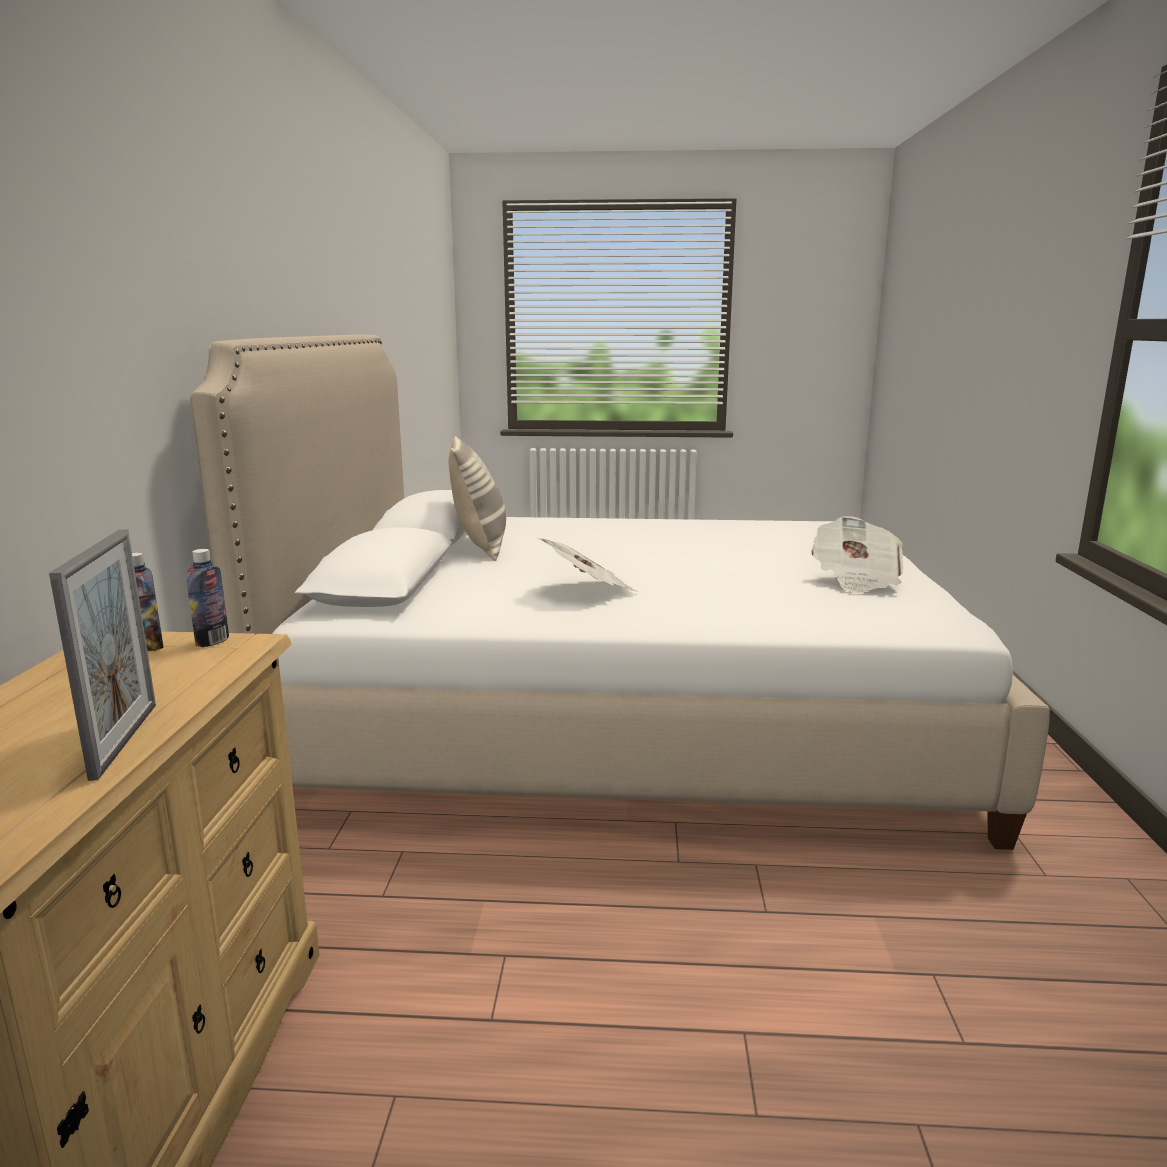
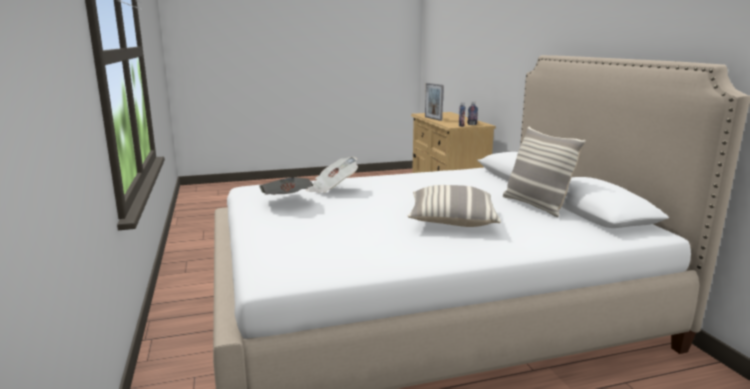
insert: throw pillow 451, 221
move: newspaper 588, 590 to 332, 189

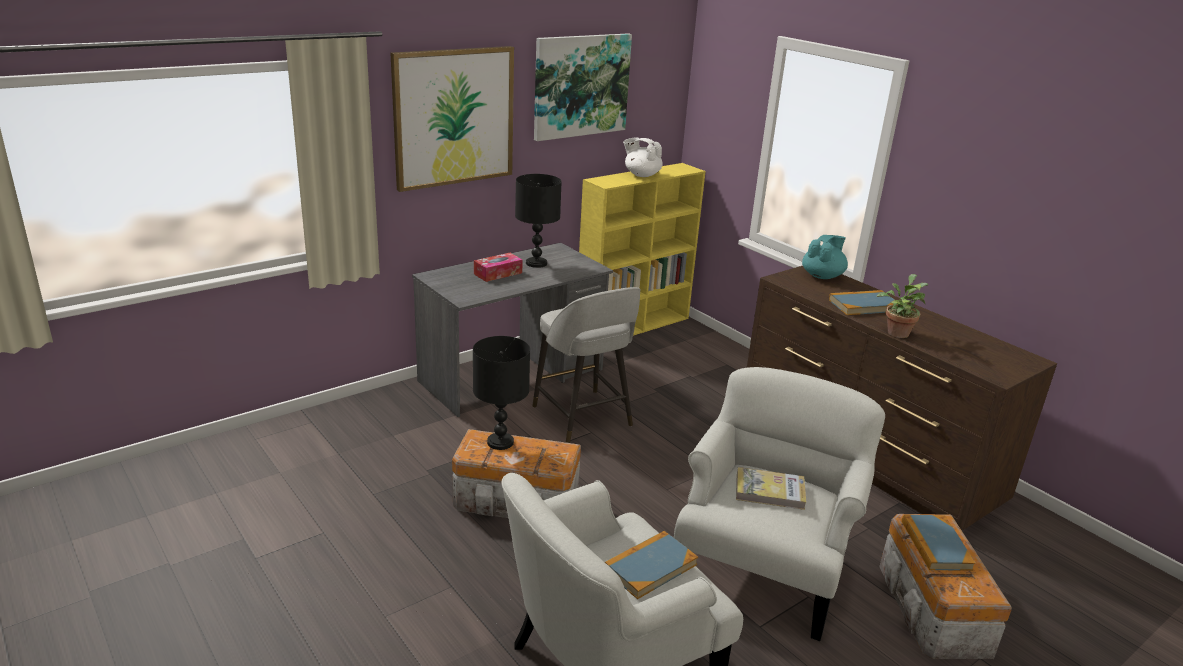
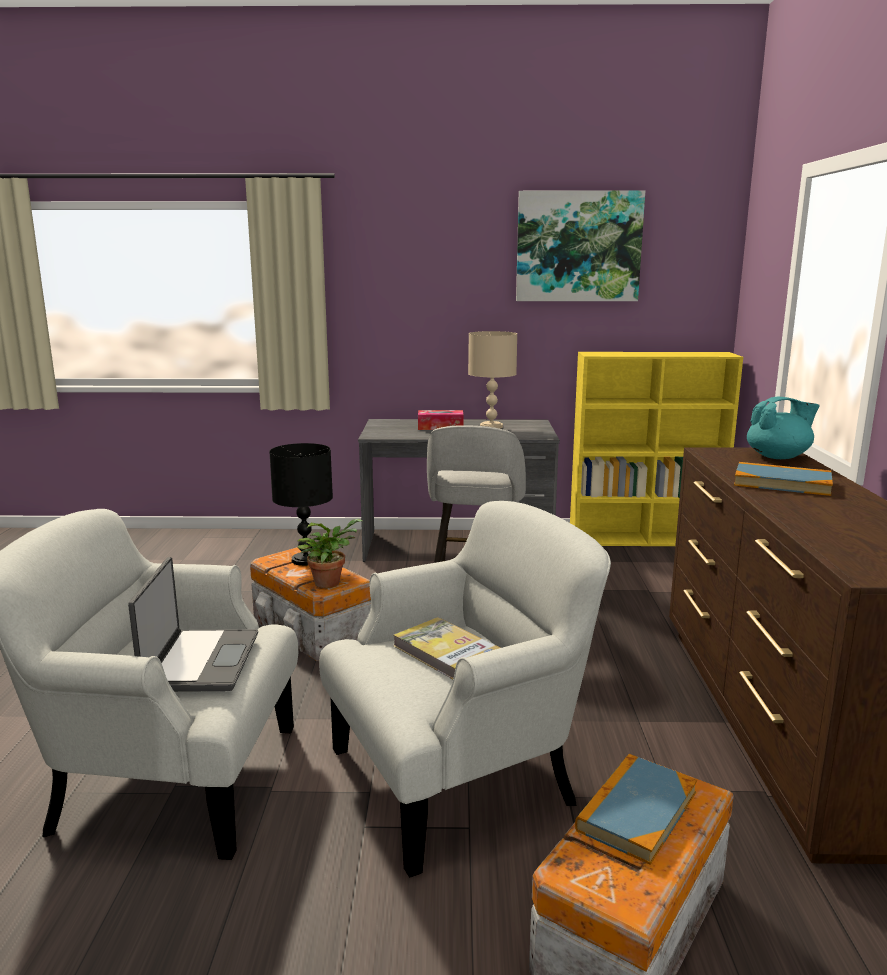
delete: picture 454, 117; pot for tea (white-coloured) 641, 175
move: houseplant 897, 332 to 330, 582
replace: bound book 650, 567 to laptop 200, 662
recolor: lamp for a table (blackish) 536, 263 to lamp for a table (sand-coloured) 491, 426

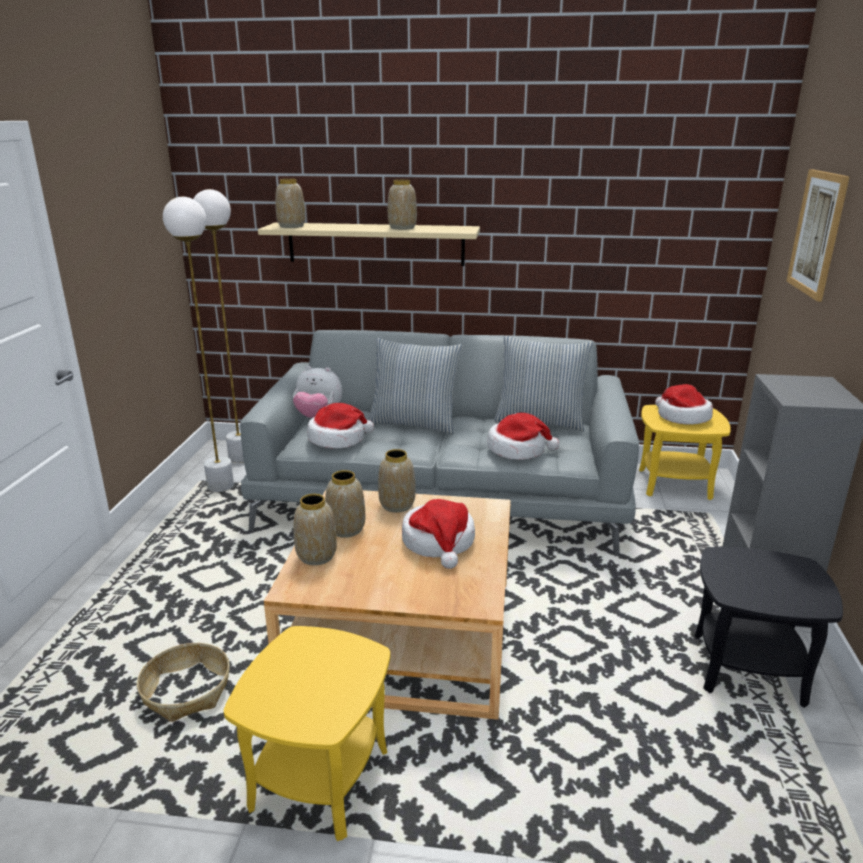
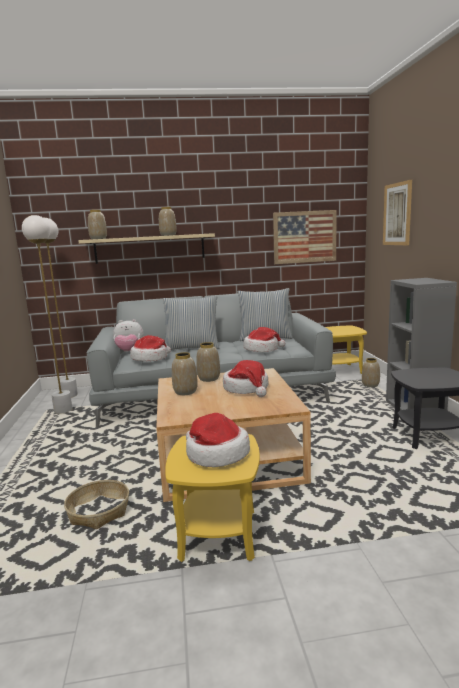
insert: picture 304, 237
move: vase 317, 556 to 370, 385; clothing hat 682, 417 to 216, 454

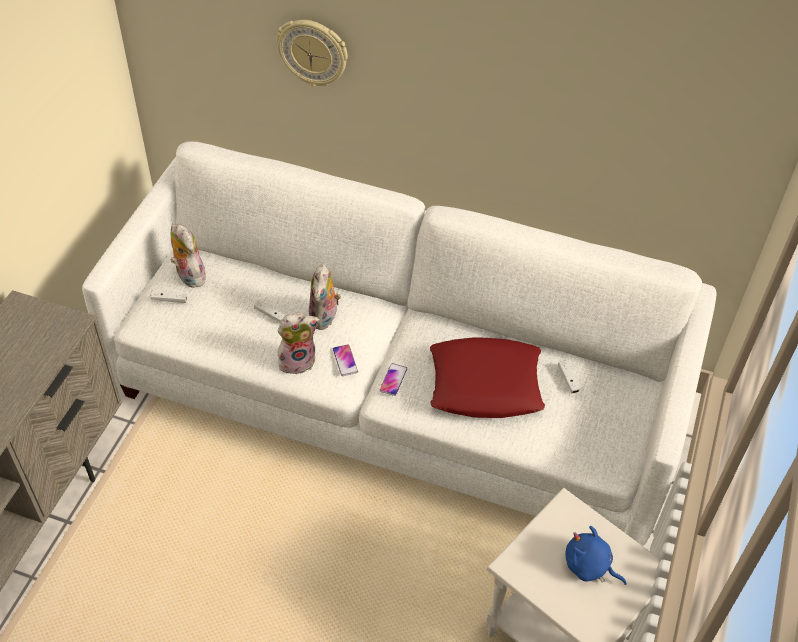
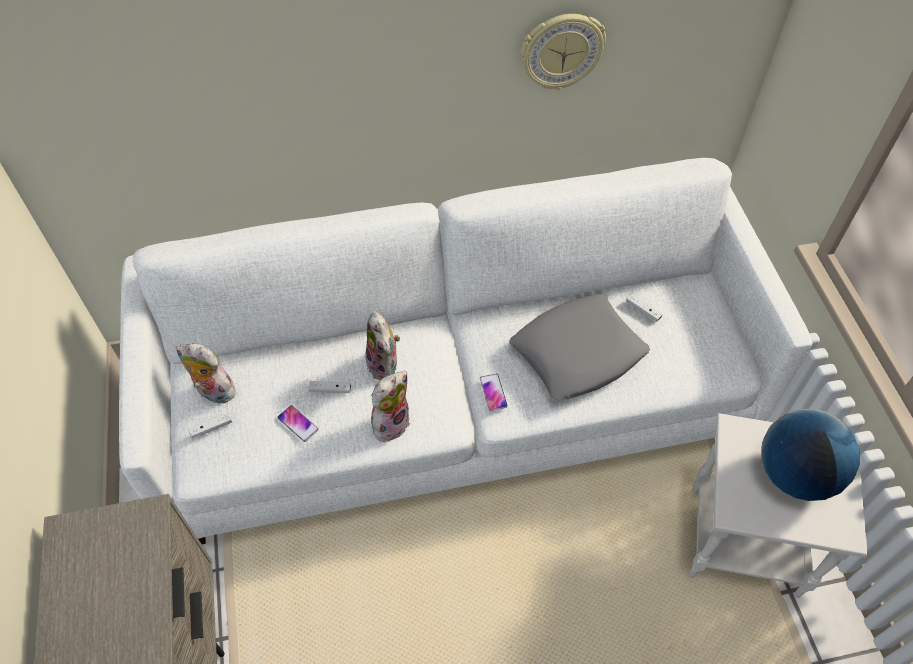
move: wall clock 313, 52 to 561, 51; handset 345, 360 to 298, 424
replace: cuddly toy (blue) 589, 566 to world globe 794, 474
recolor: throw pillow (reddish) 485, 384 to throw pillow (greyish) 578, 352

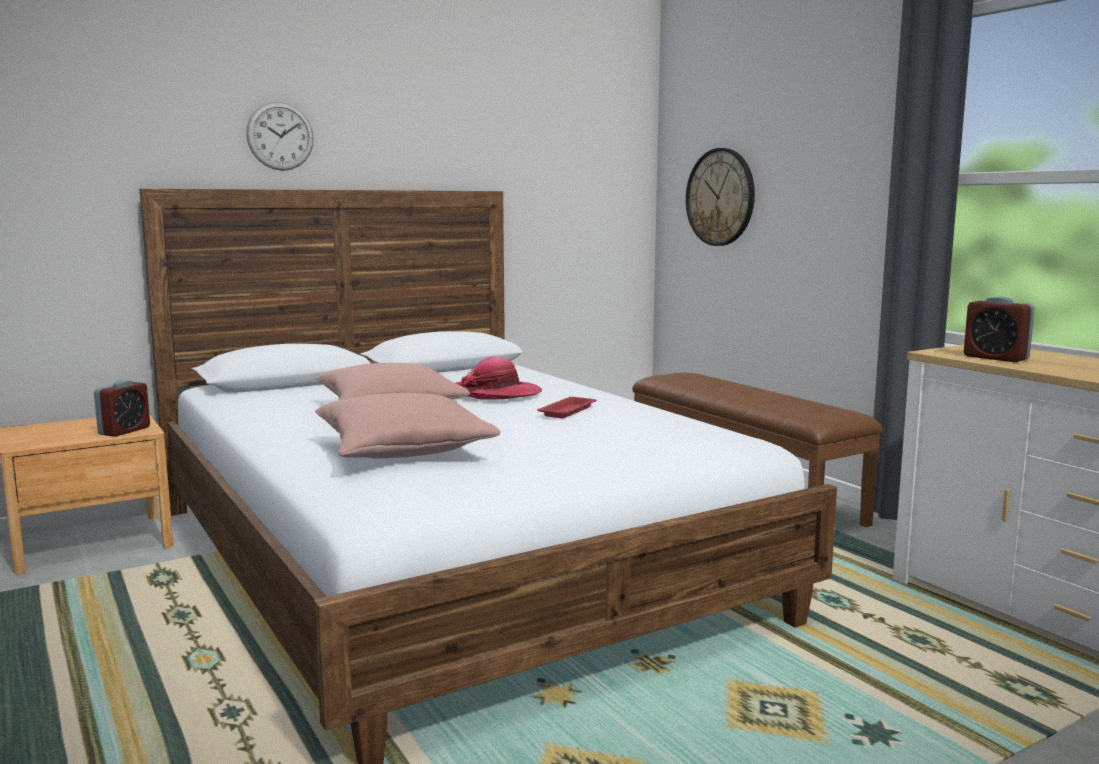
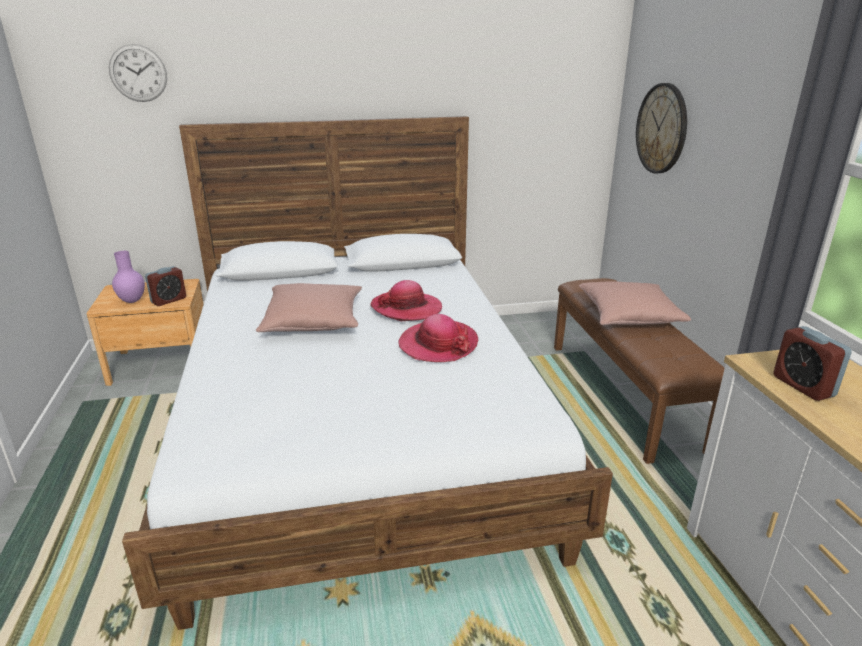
insert: vase (purplish) 132, 301
move: wall clock 280, 136 to 138, 73; throw pillow (pinkish) 404, 450 to 629, 316
replace: tray (reddish) 568, 411 to clothing hat 438, 344

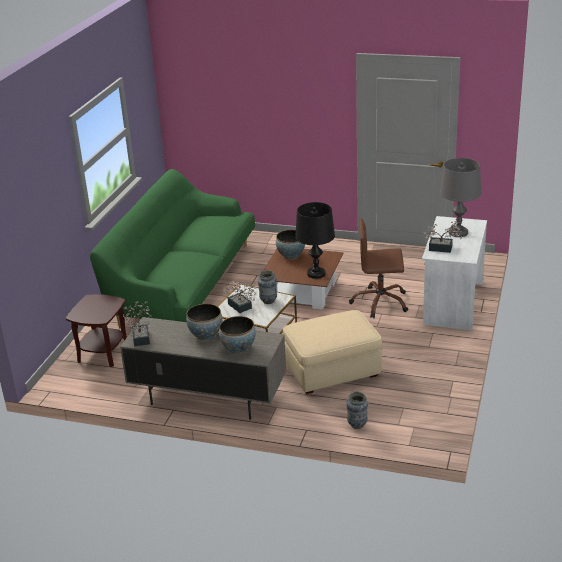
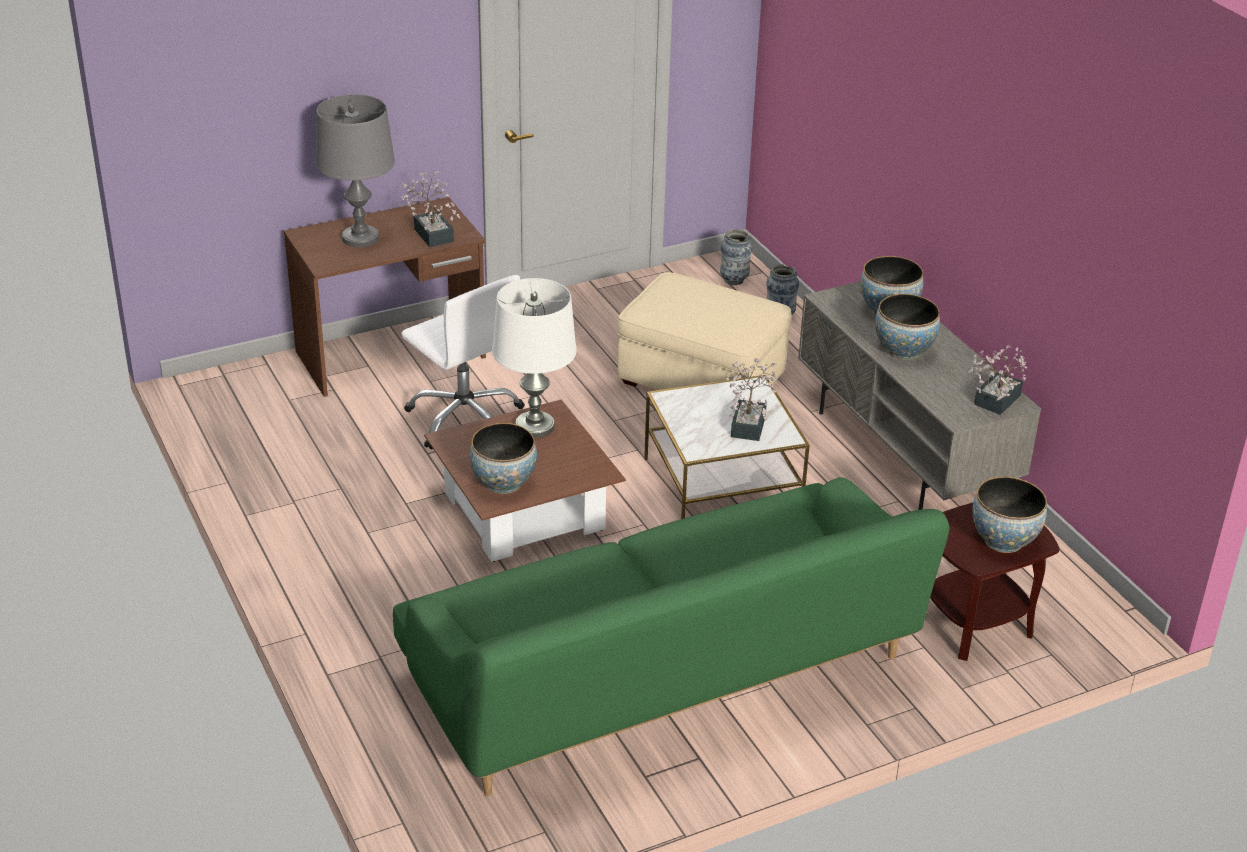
insert: serving bowl 1003, 541
move: vase 268, 301 to 734, 280
recolor: lamp for a table (blackish) 316, 274 to lamp for a table (white-coloured) 535, 426; desk chair (brownish) 380, 302 to desk chair (white-coloured) 465, 419; desk table (white-coloured) 452, 303 to desk table (brownish) 392, 355

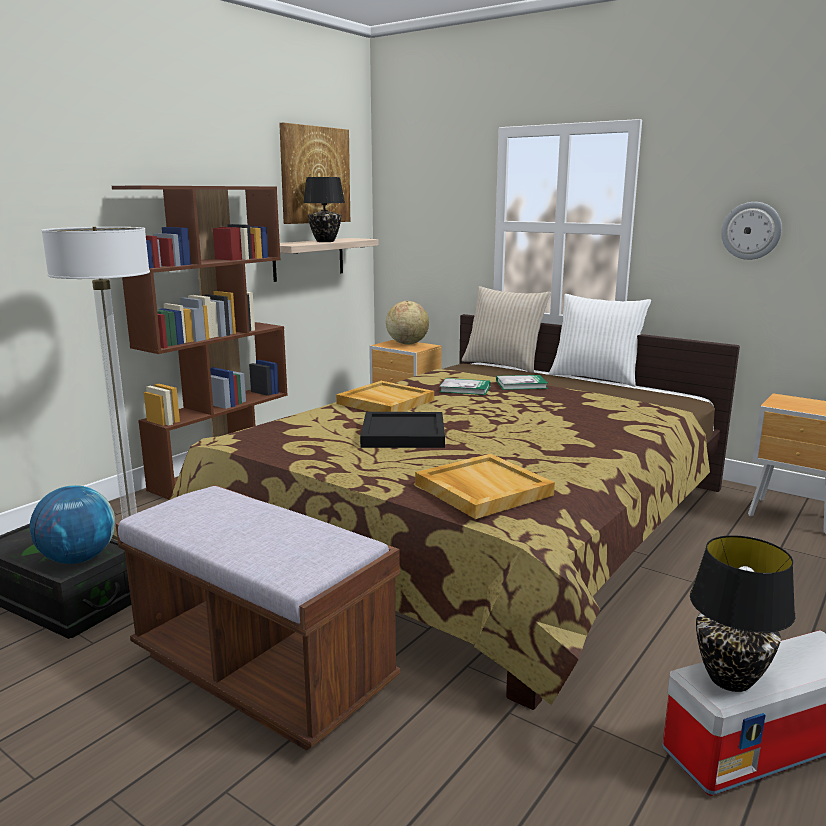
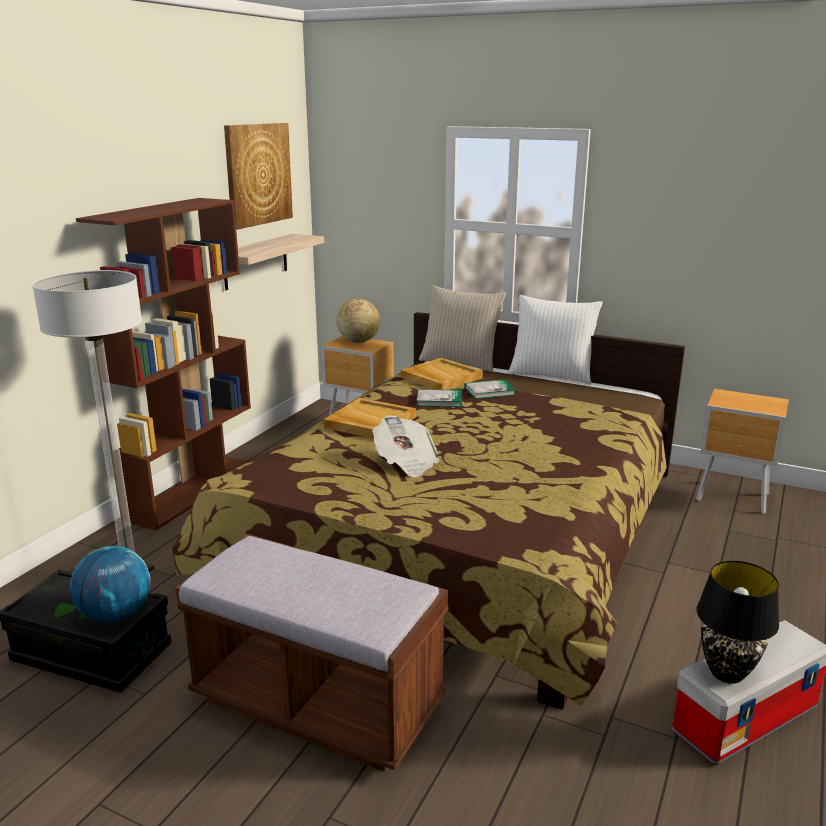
delete: lamp for a table (blackish) 325, 241; wall clock 751, 230
move: tray (sand-coloured) 481, 489 to 440, 377
replace: tray (blackish) 404, 434 to newspaper 406, 462

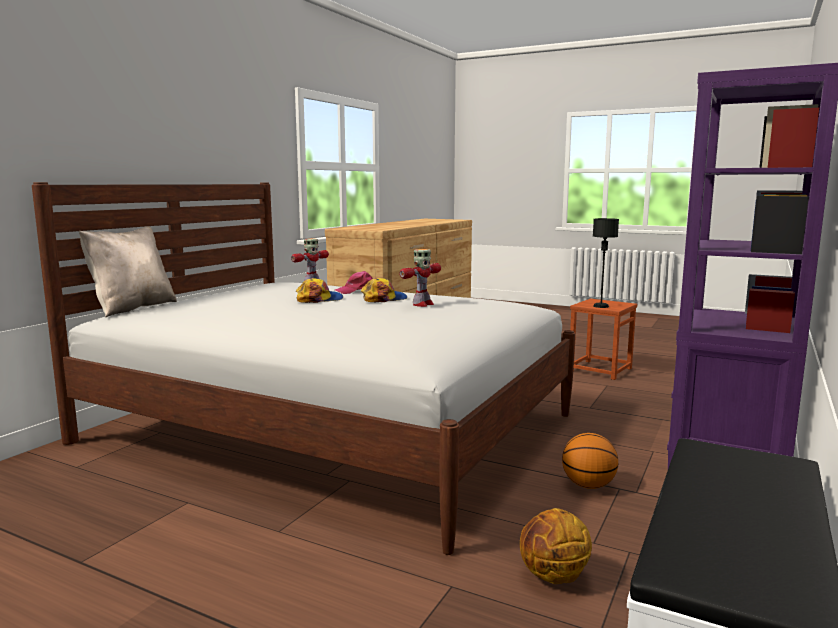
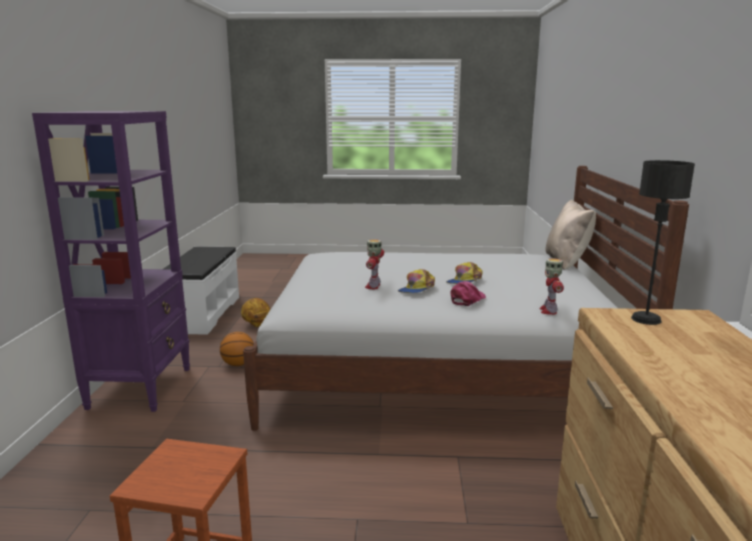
move: lamp for a table (blackish) 600, 306 to 646, 319

